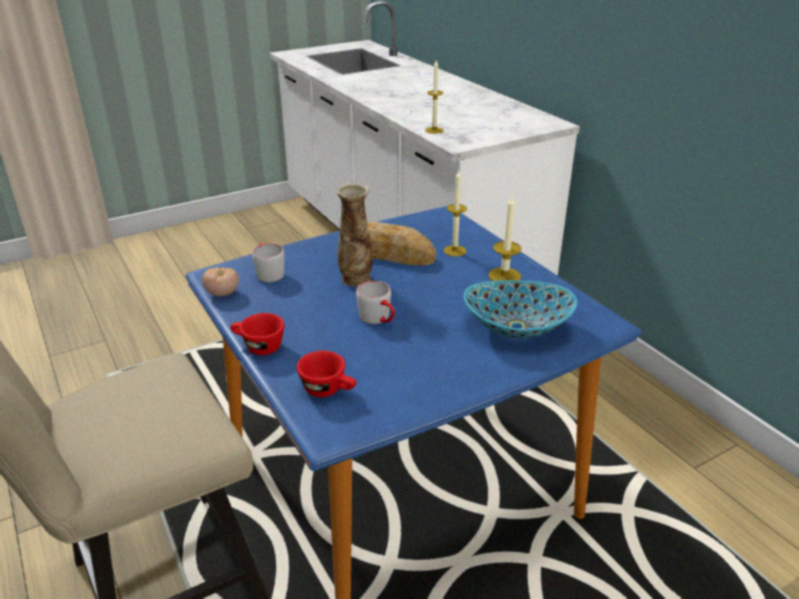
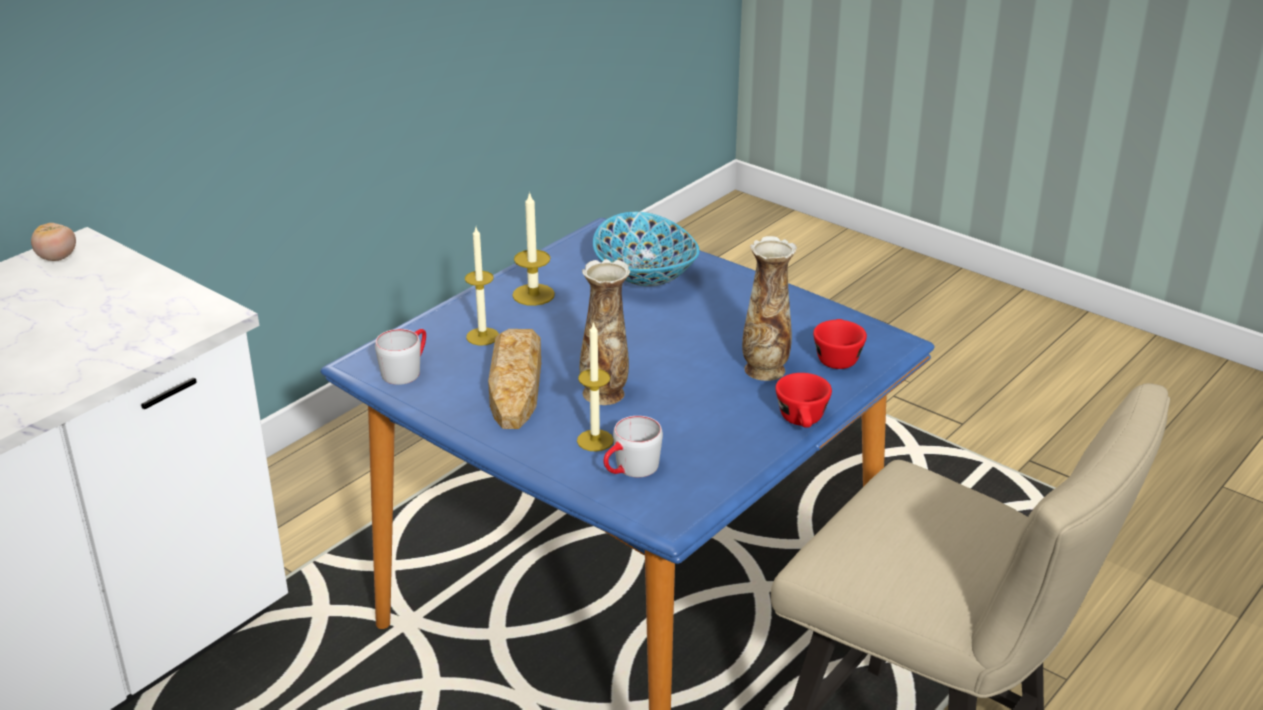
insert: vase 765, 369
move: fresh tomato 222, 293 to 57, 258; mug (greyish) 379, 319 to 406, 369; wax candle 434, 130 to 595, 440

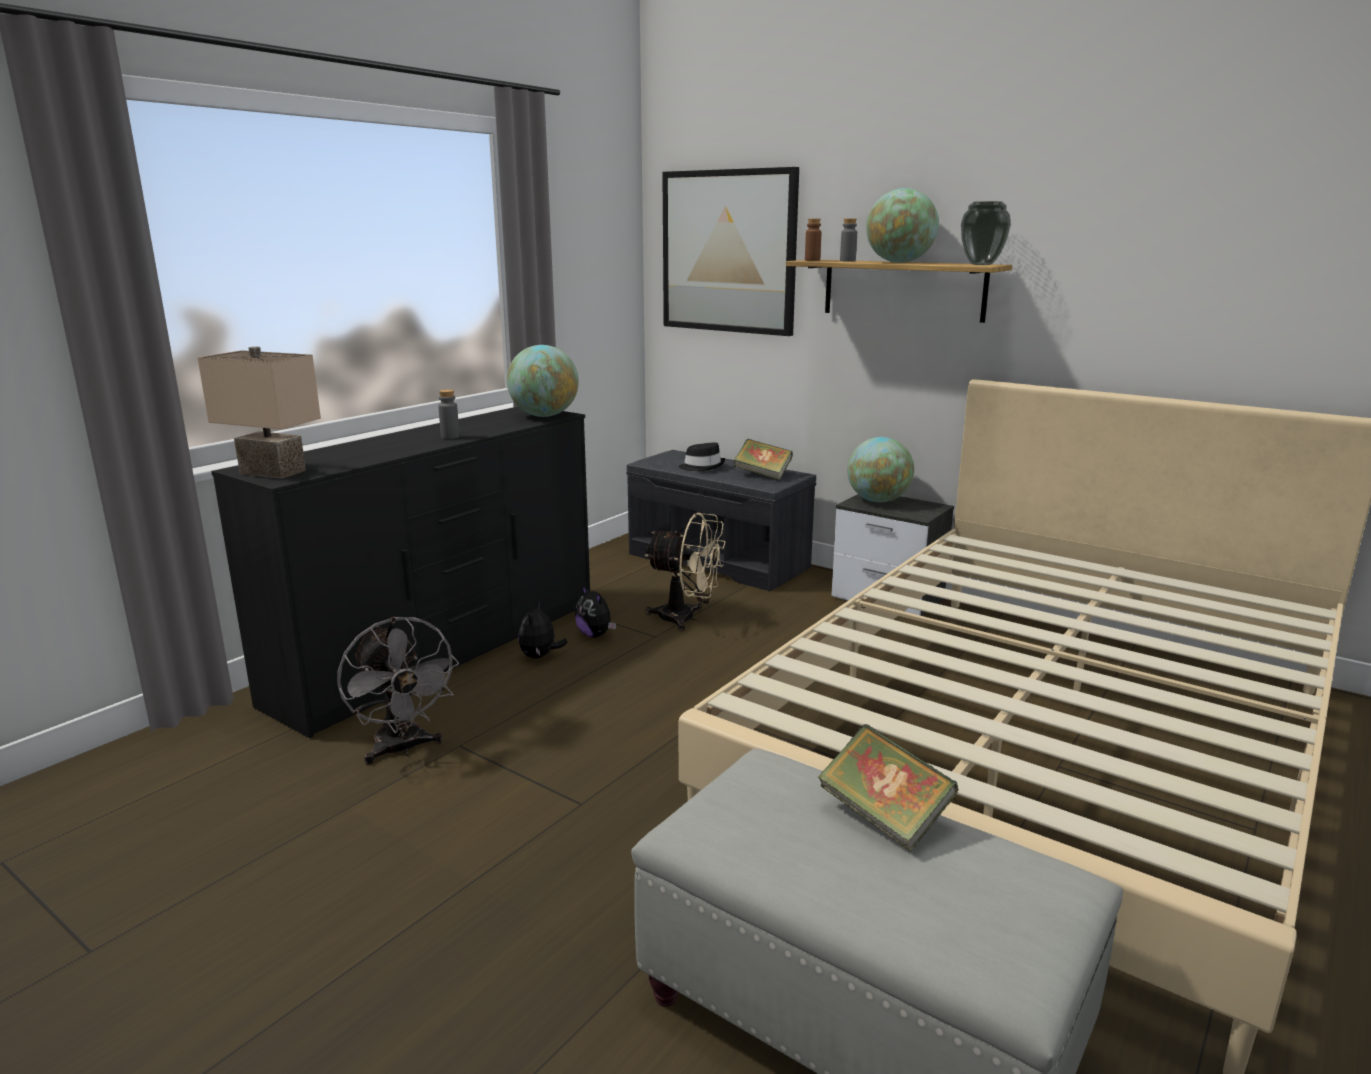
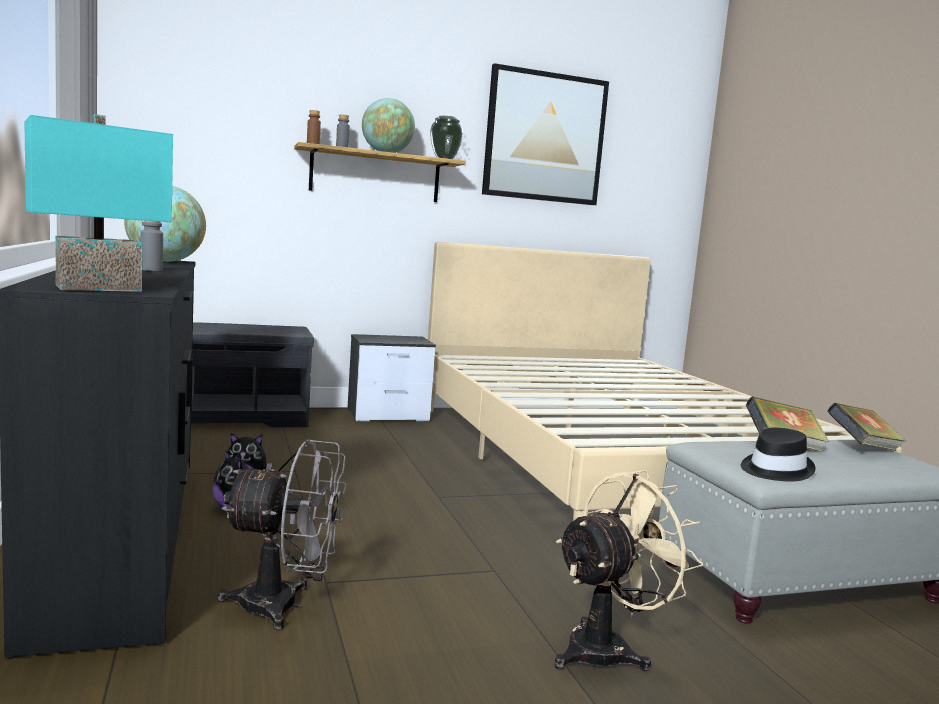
delete: world globe 878, 501
move: cooling fan (sand-coloured) 686, 619 to 608, 649; picture 729, 252 to 544, 137; clothing hat (blackish) 702, 466 to 774, 470; bound book 762, 475 to 862, 448
recolor: lamp for a table (sand-coloured) 276, 471 to lamp for a table (blue-green) 99, 288

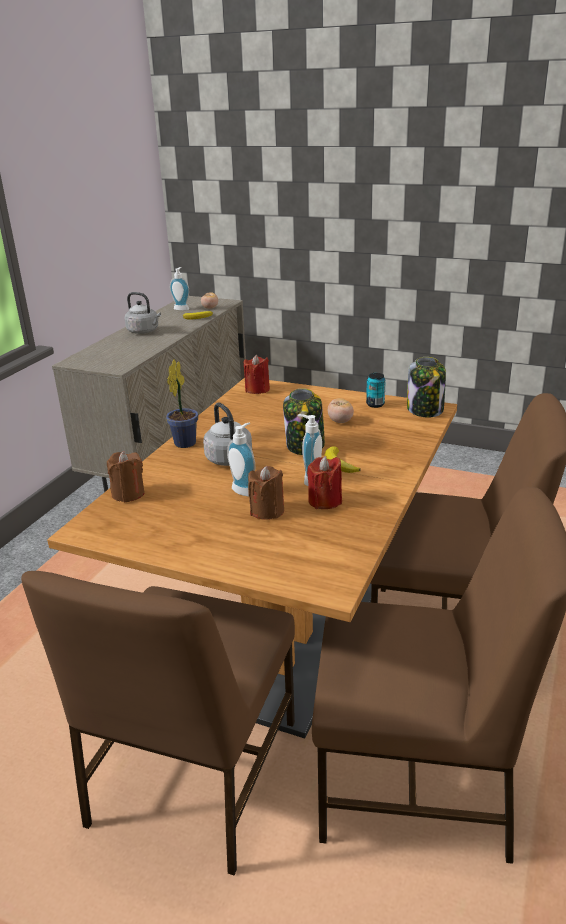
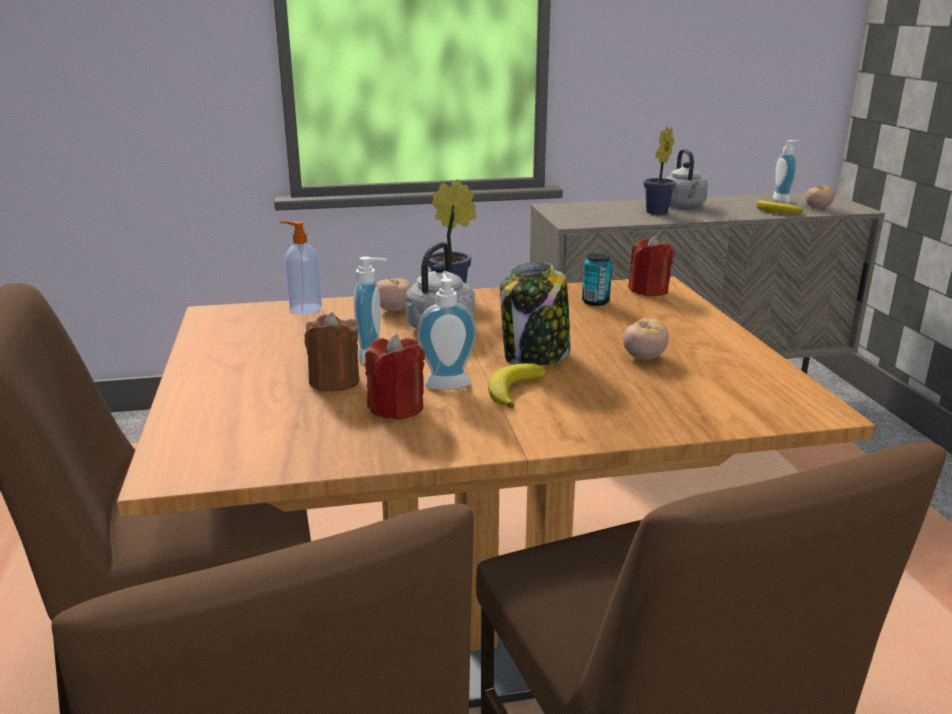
delete: storage jar 425, 410
insert: fresh tomato 394, 310; houseplant 655, 213
move: metal can 375, 404 to 595, 302
replace: wax candle (brownish) 128, 494 to liquid soap bottle 304, 309

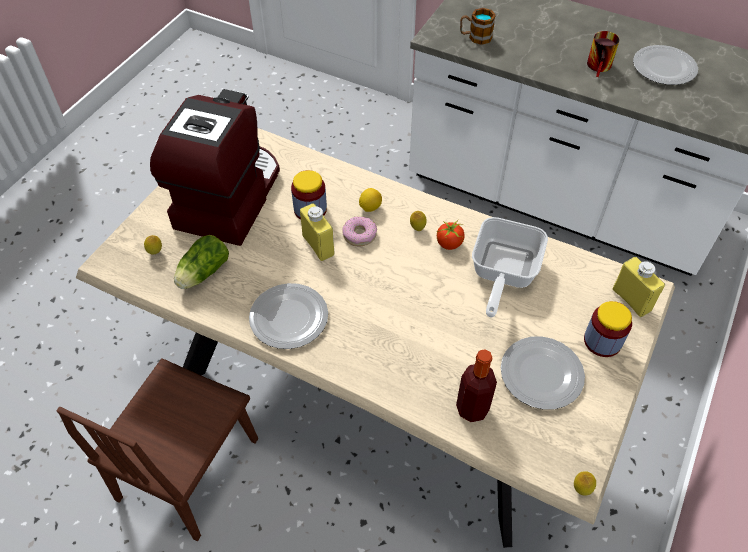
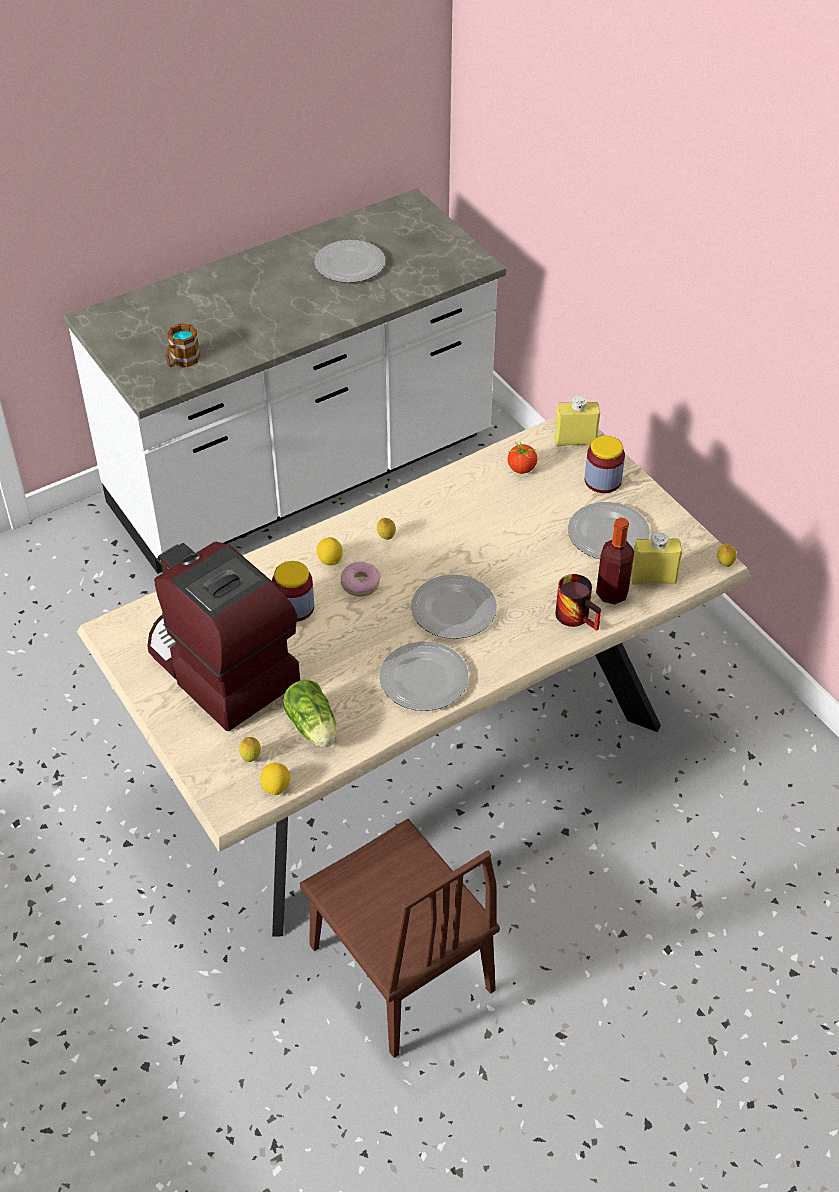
delete: pan 502, 274
insert: citrus fruit 276, 787; plate 453, 608
move: beverage bottle (yellow) 318, 245 to 653, 578; fresh tomato 449, 244 to 522, 468; mug 601, 67 to 579, 616

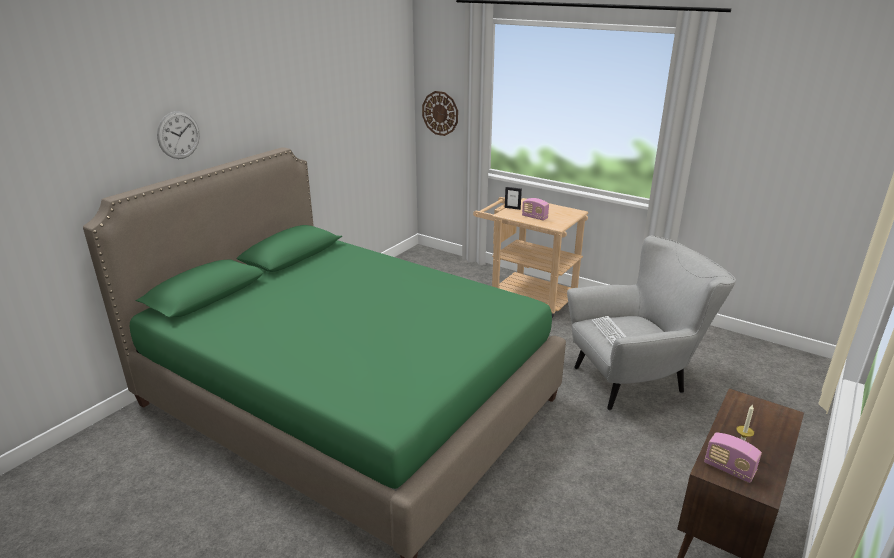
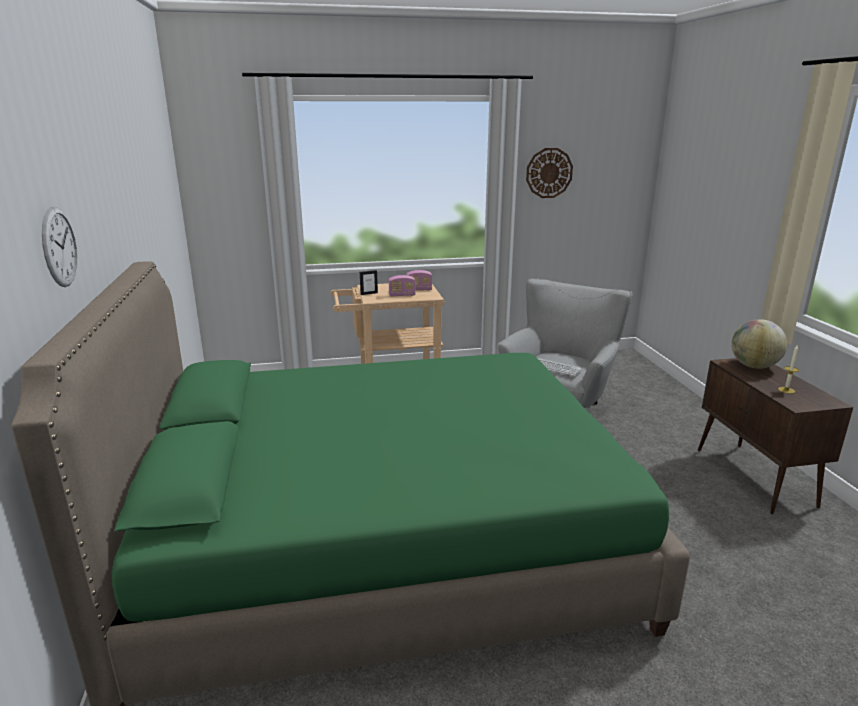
insert: world globe 753, 366
move: wall clock 440, 113 to 549, 173; radio 729, 469 to 419, 289

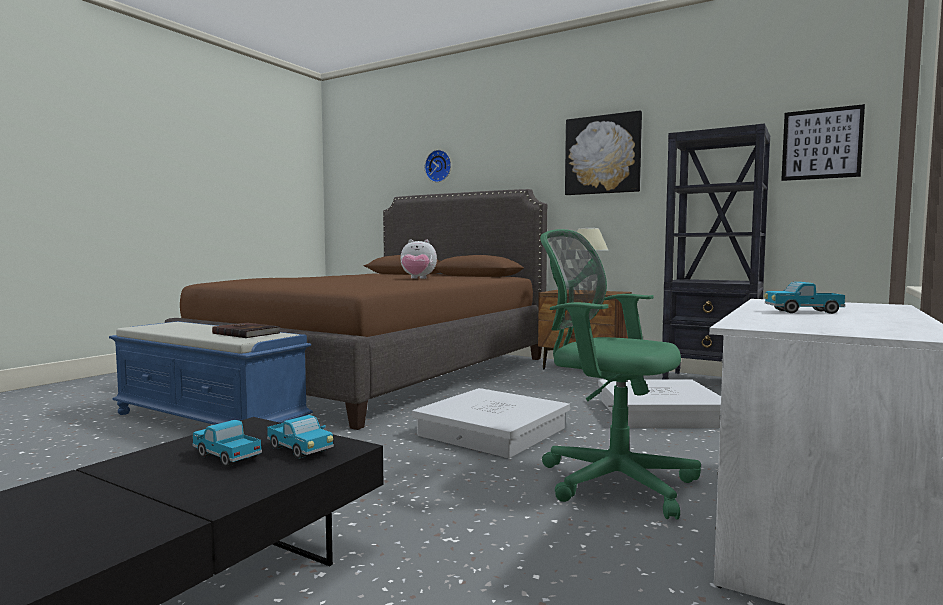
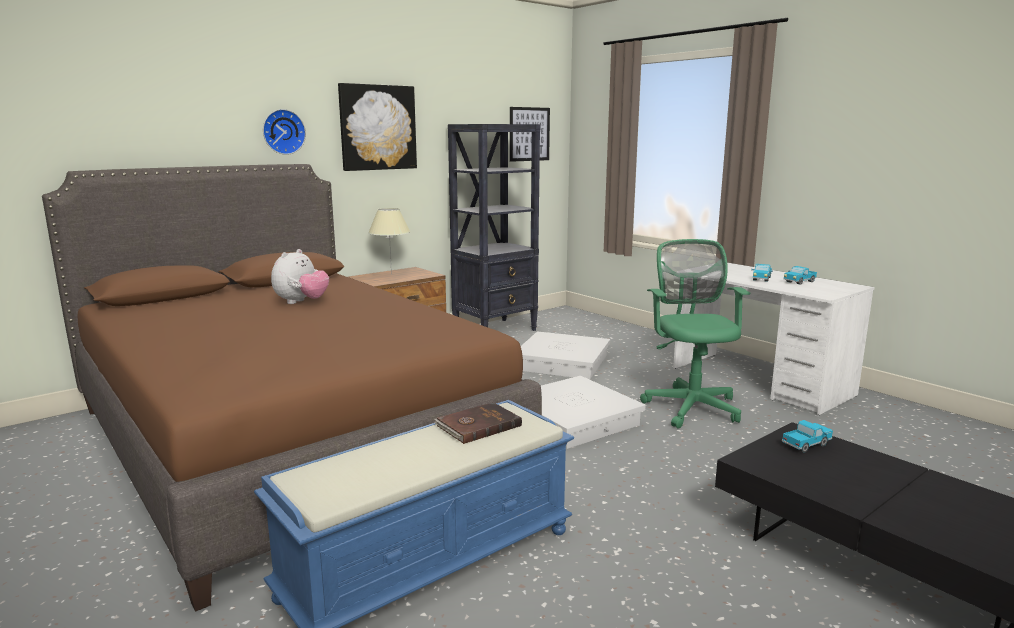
move: toy truck 226, 456 to 799, 282; wall clock 439, 166 to 283, 132
rotate: desk chair (green-coloured) 610, 481 = 691, 406 120 degrees clockwise

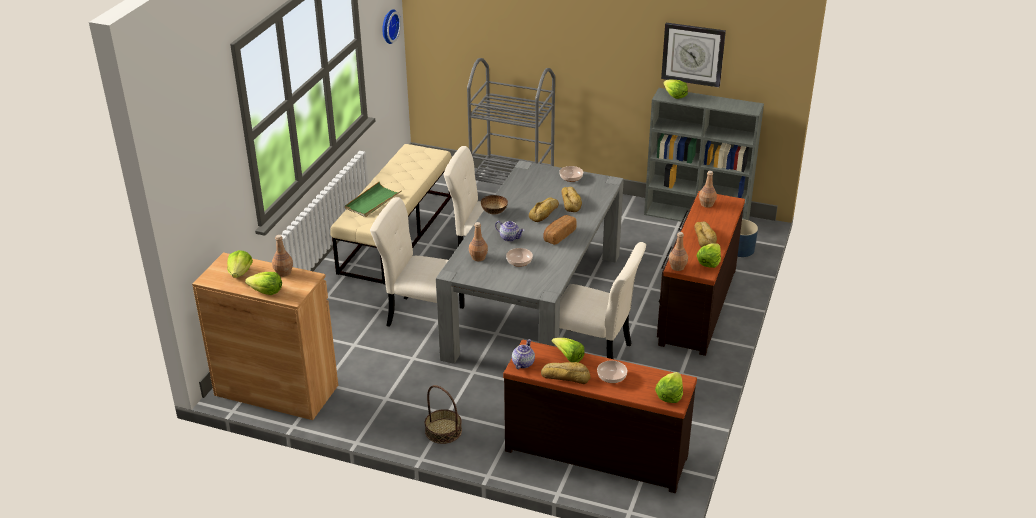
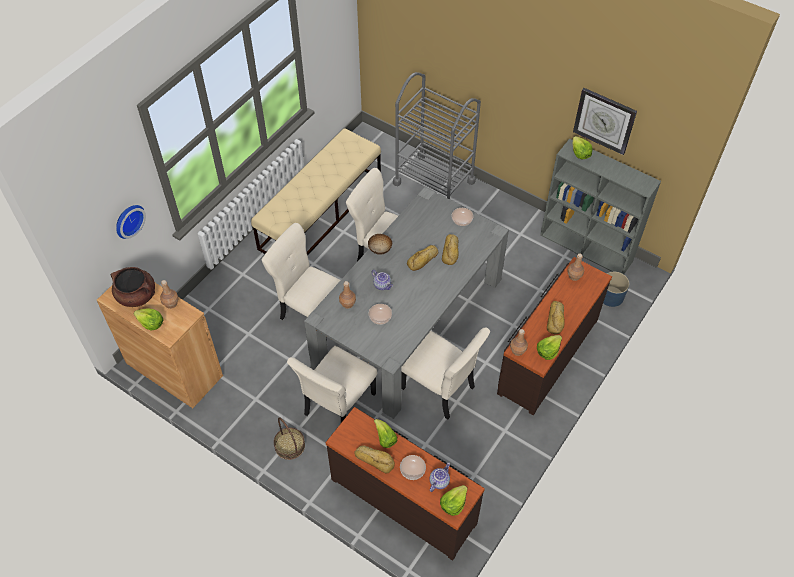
delete: tray (green-coloured) 372, 202; baked bread 559, 235
insert: chair (sand-coloured) 337, 406
move: wall clock 388, 26 to 128, 220; pot for tea 522, 363 to 439, 481
replace: lettuce 240, 273 to saucepot (brownish) 137, 296

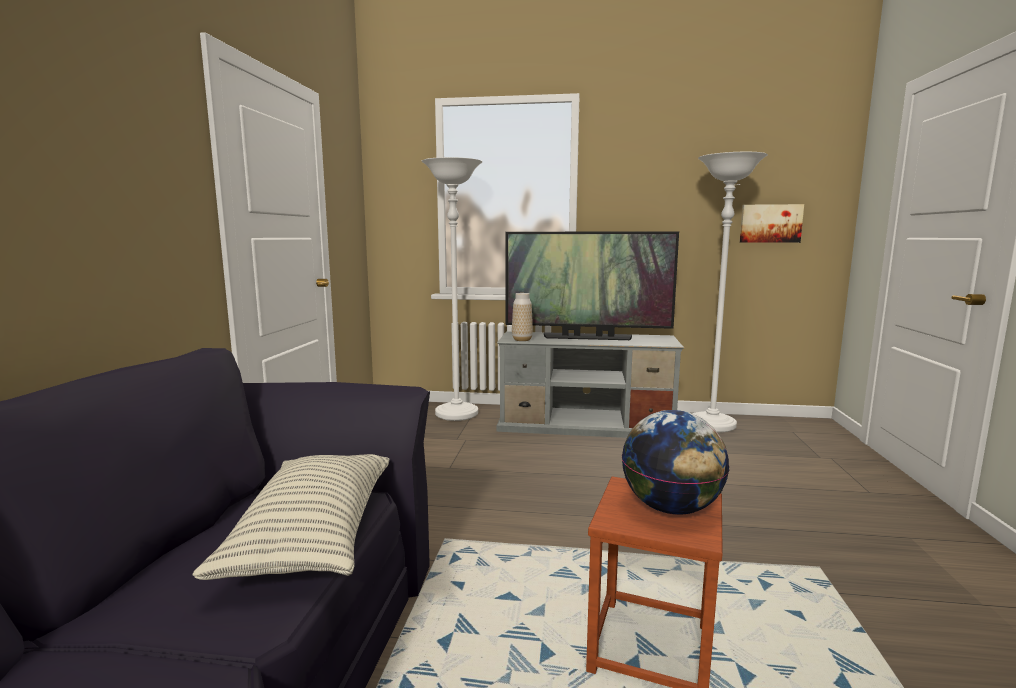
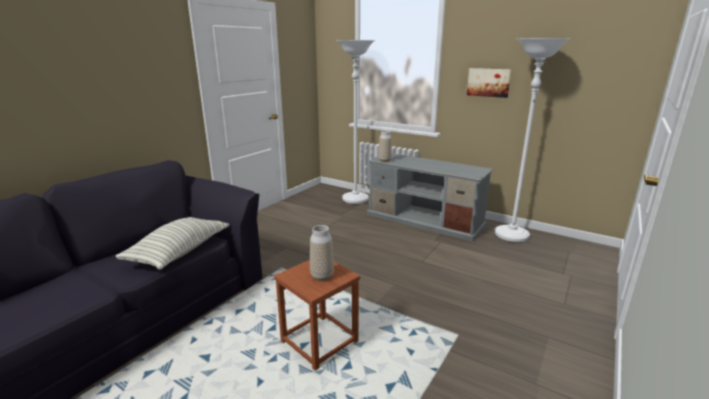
delete: TV set 587, 337
move: picture 770, 223 to 488, 82
replace: world globe 671, 508 to vase 322, 276

